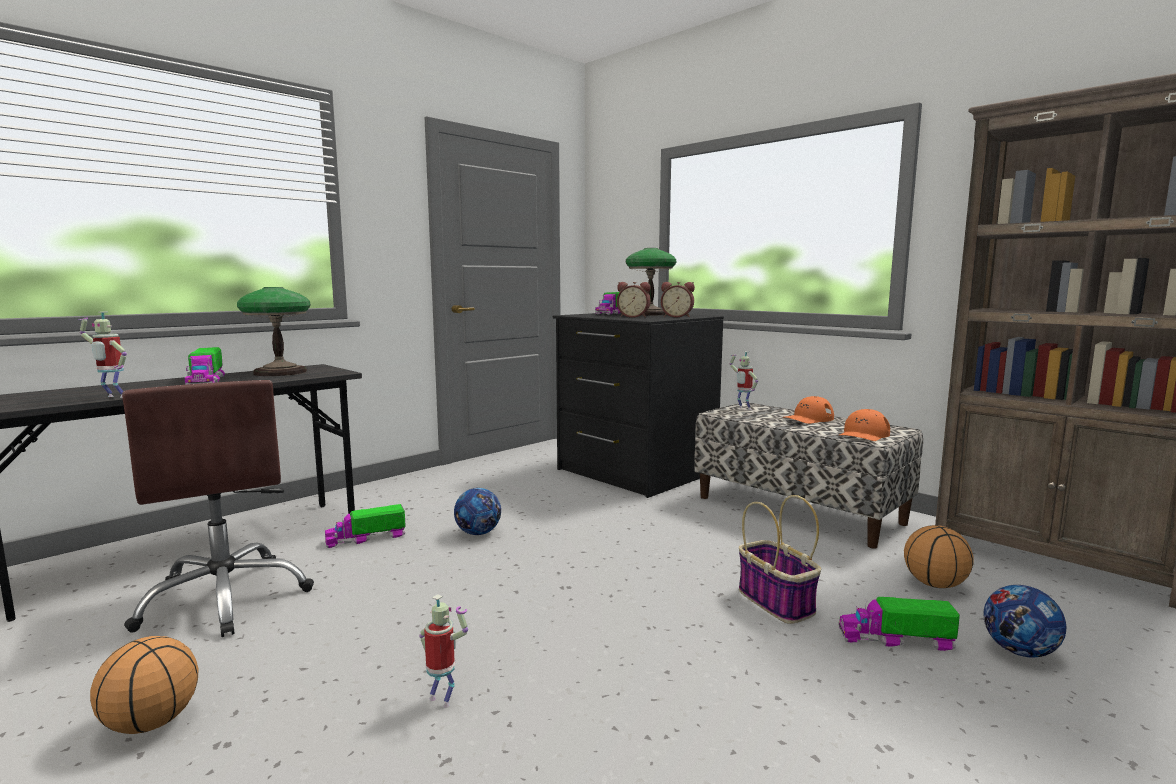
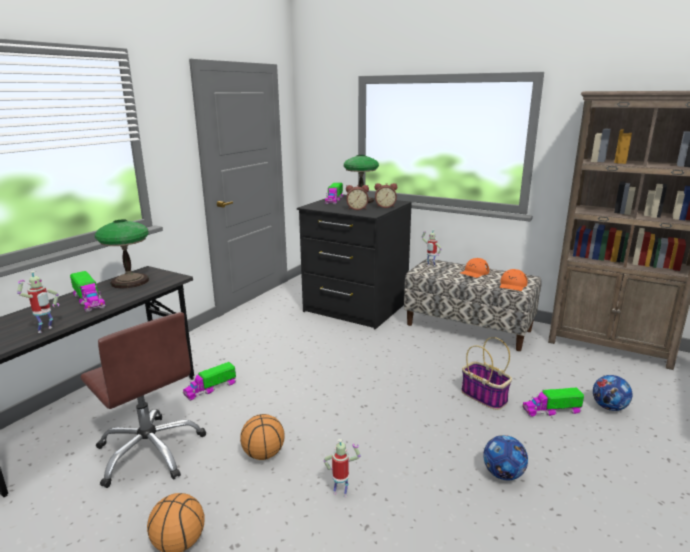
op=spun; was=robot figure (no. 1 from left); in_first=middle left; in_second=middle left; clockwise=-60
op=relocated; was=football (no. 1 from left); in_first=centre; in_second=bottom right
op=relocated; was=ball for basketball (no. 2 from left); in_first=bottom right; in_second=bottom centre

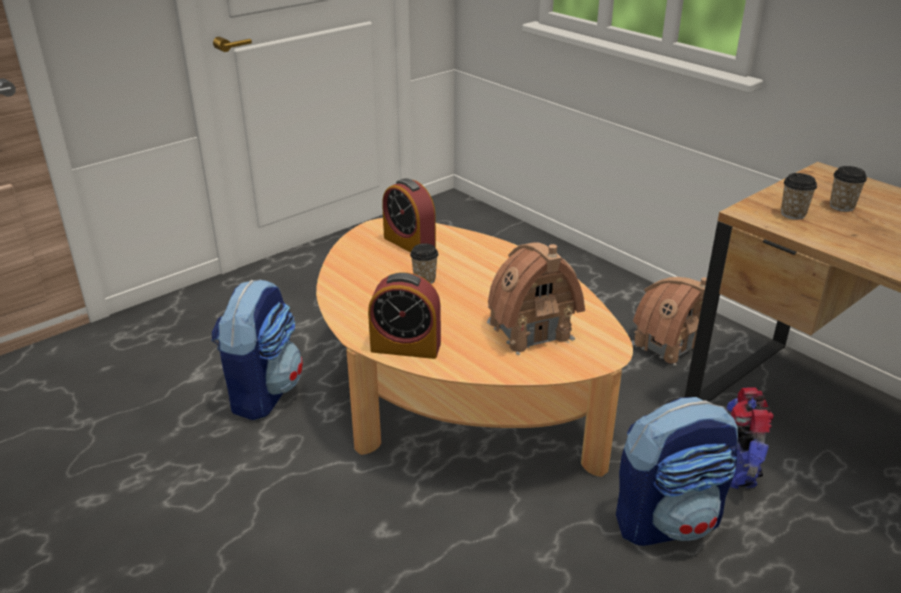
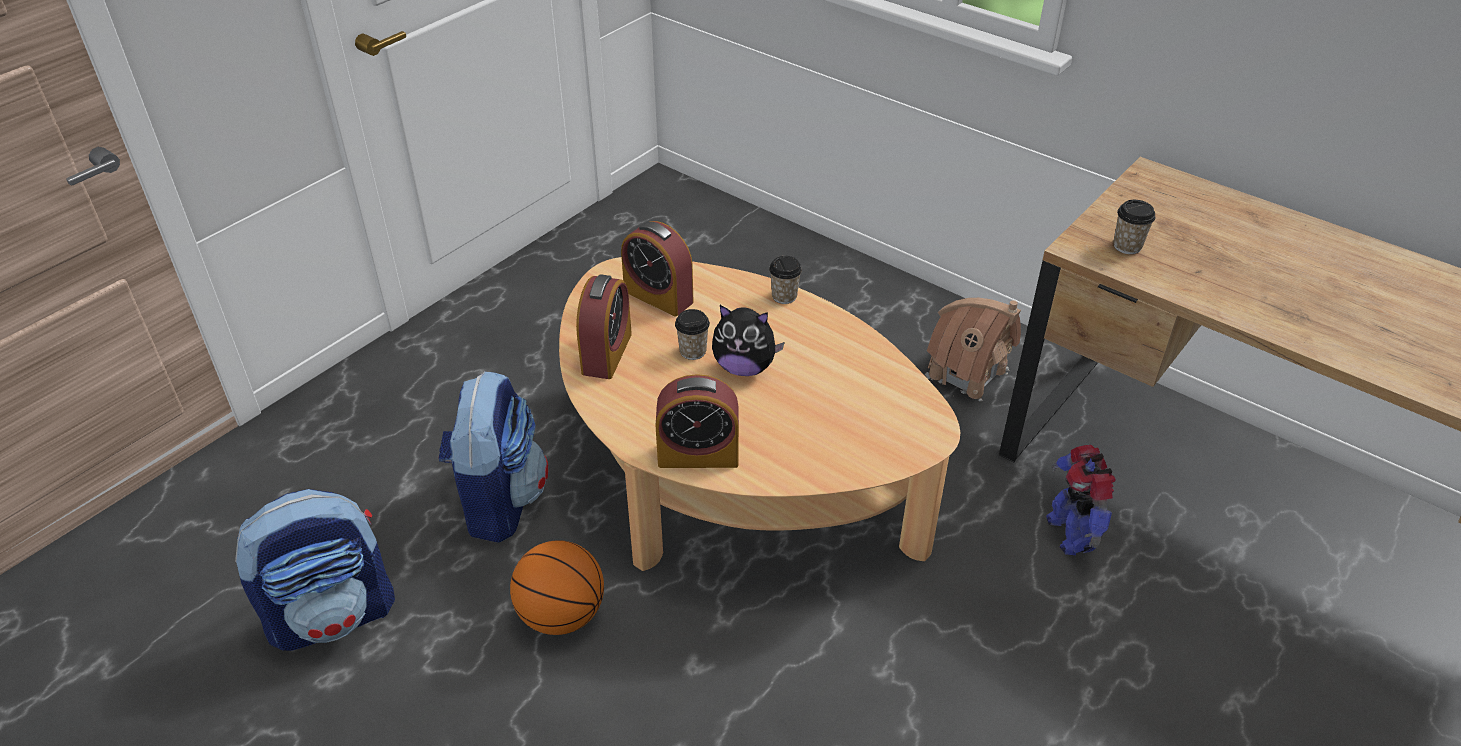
op=relocated; was=small cup (no. 3 from left in the first image); now=small cup (no. 2 from left); in_first=top right; in_second=centre
op=missing; was=miniature house (no. 1 from left); in_first=centre
op=relocated; was=backpack (no. 2 from left in the first image); now=backpack (no. 1 from left); in_first=bottom right; in_second=bottom left
op=appeared; now=bedside clock (no. 1 from left); in_second=centre
op=appeared; now=plush toy; in_second=centre
op=appeared; now=ball for basketball; in_second=bottom centre

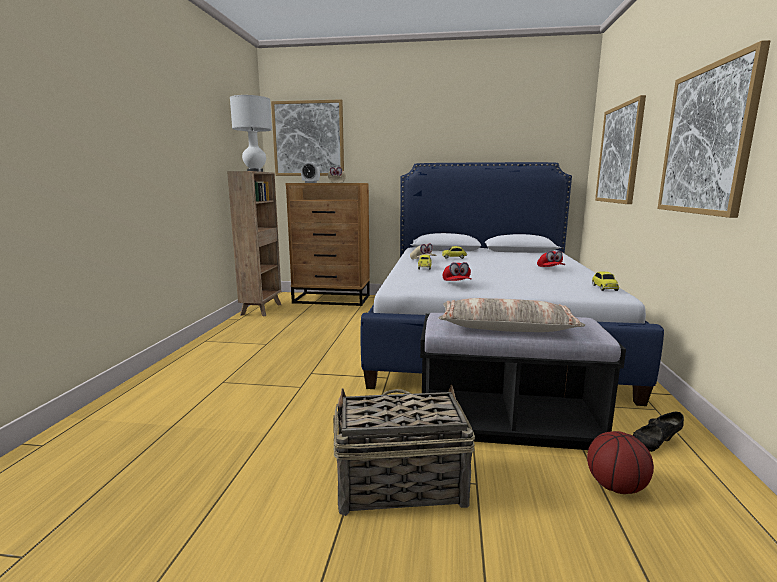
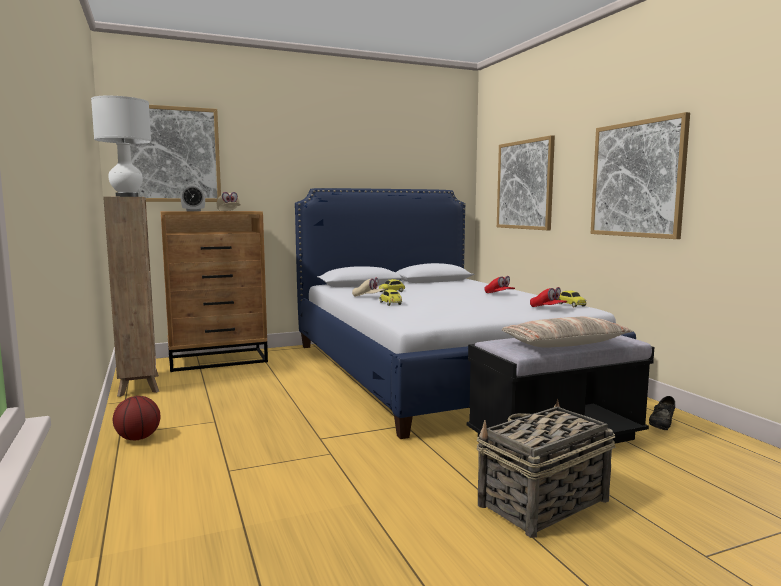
op=relocated; was=red peaked cap (no. 1 from left in the first image); now=red peaked cap (no. 2 from left); in_first=centre; in_second=middle right
op=relocated; was=ball for basketball; in_first=bottom right; in_second=bottom left

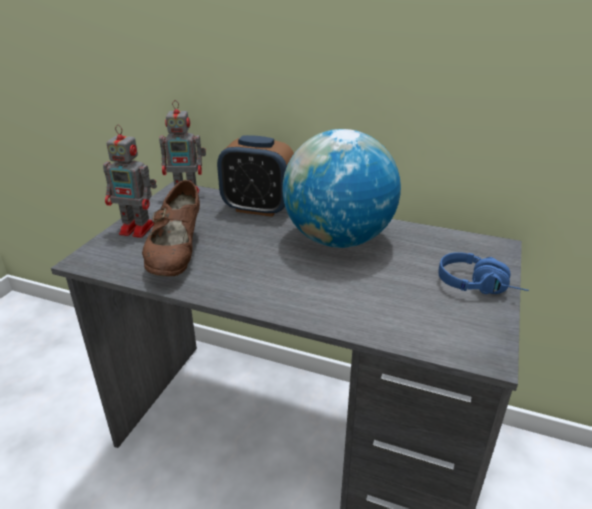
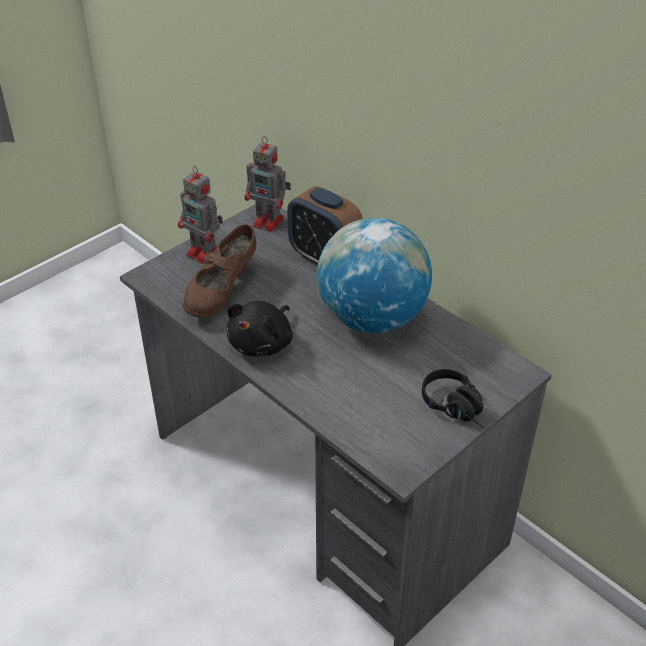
op=colour; was=blue-coloured pair of headphones; now=black-coloured pair of headphones; in_first=middle right; in_second=middle right
op=appeared; now=black-coloured plush toy; in_second=centre

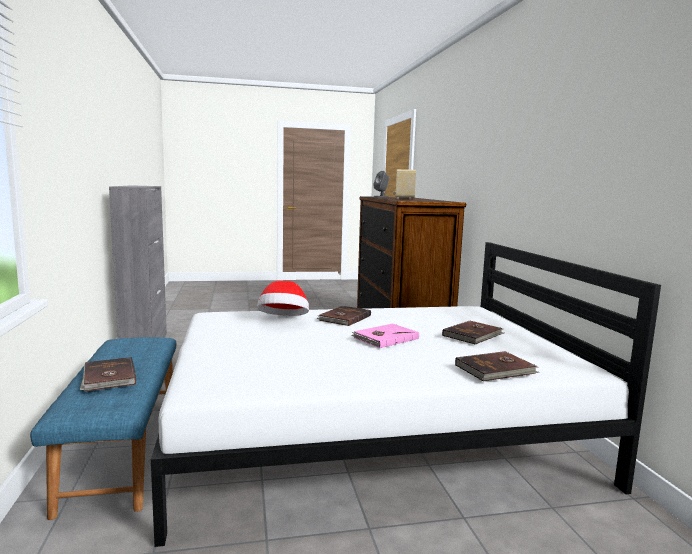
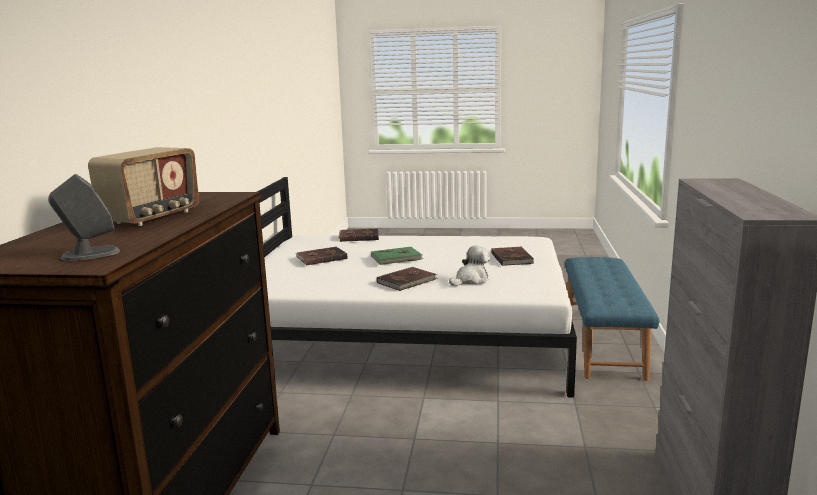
op=exchanged; was=clothing hat; now=plush toy; in_first=centre; in_second=centre
op=colour; was=pink volume; now=greenish volume; in_first=centre; in_second=centre
op=relocated; was=brown volume (no. 1 from left in the first image); now=brown volume (no. 4 from left); in_first=bottom left; in_second=centre

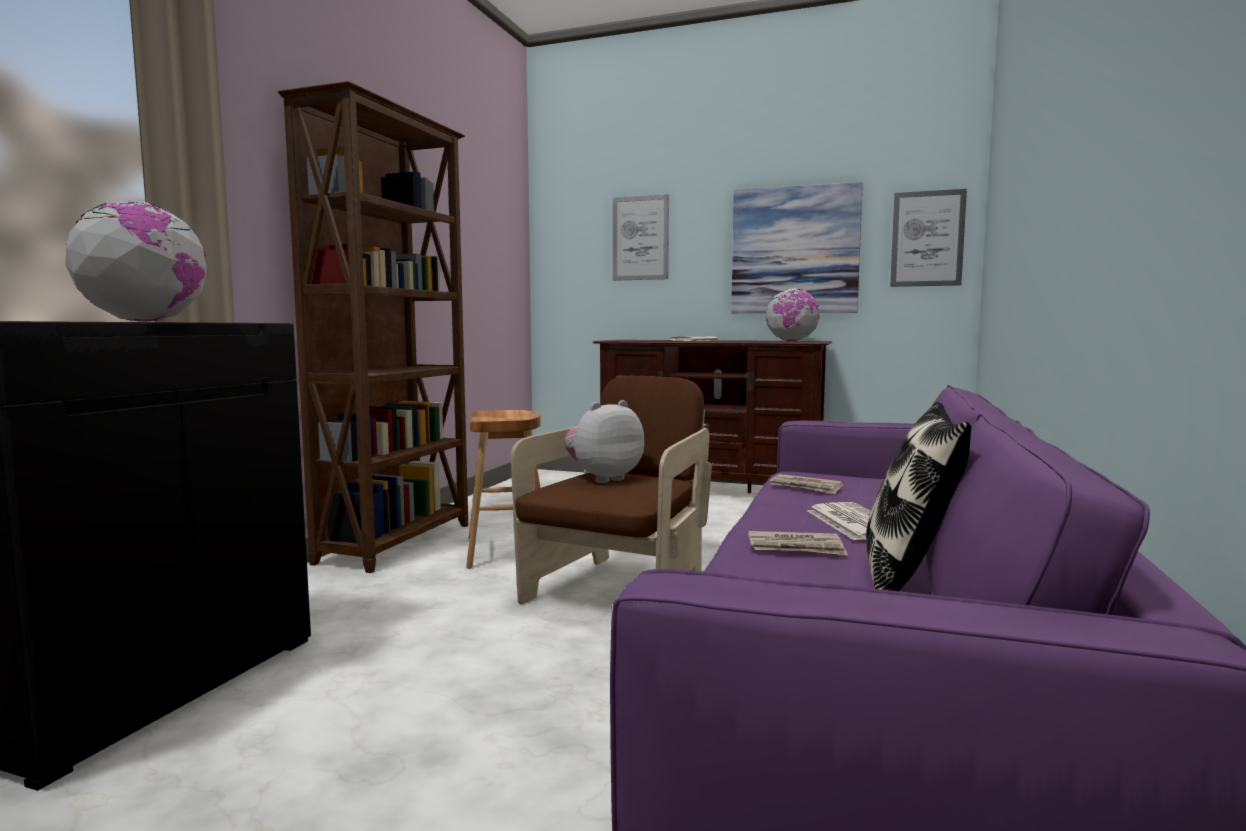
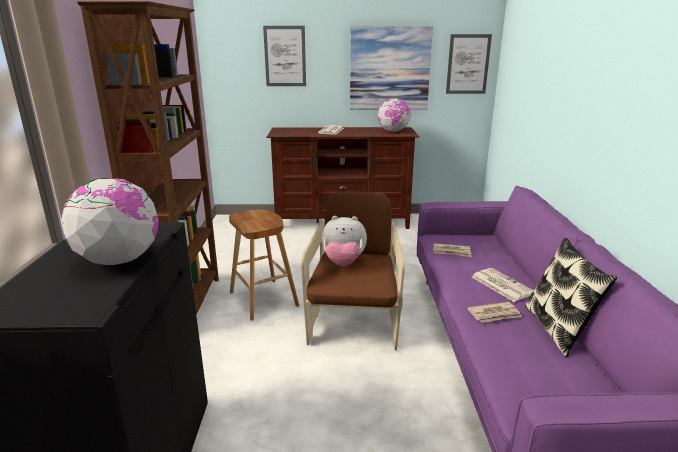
op=spun; was=plush toy; in_first=centre; in_second=centre; clockwise=-120

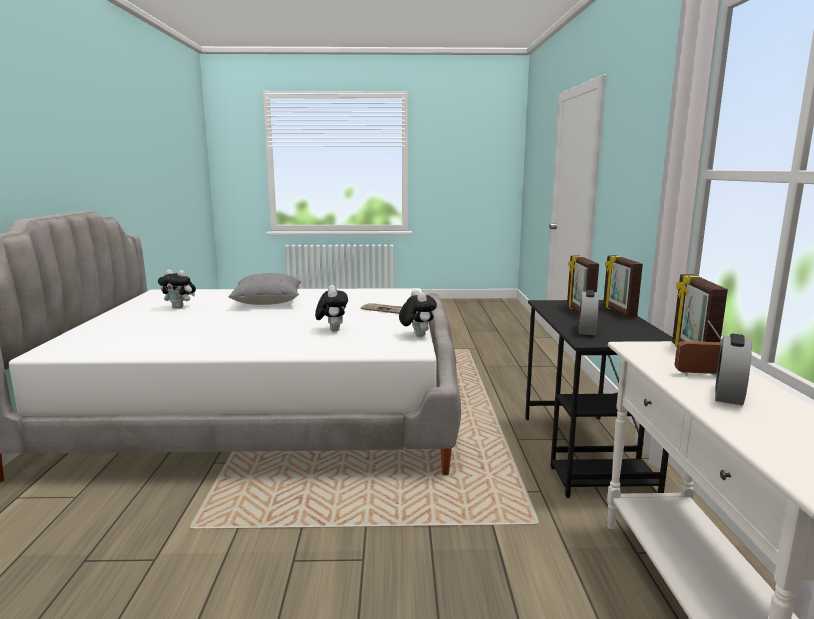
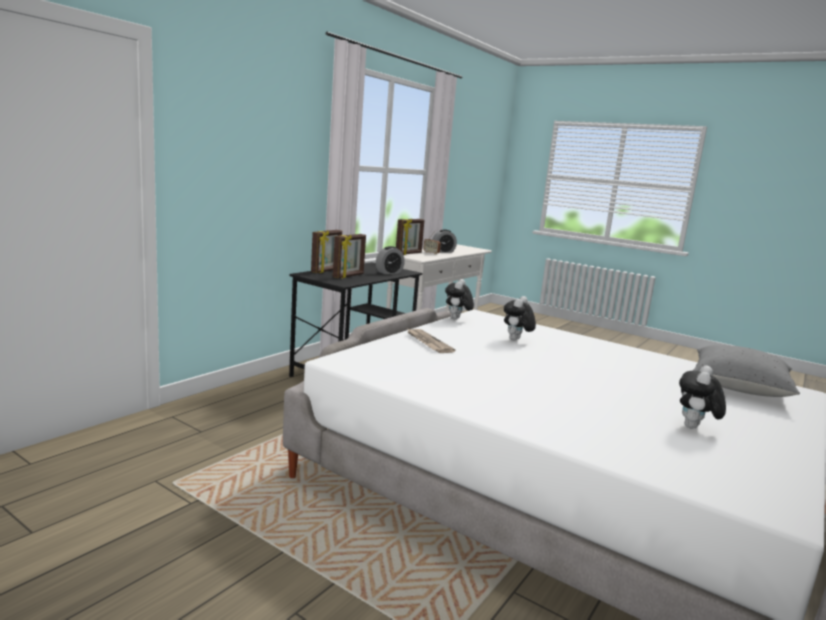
op=spun; was=plush toy (no. 1 from left in the first image); in_first=middle left; in_second=middle right; clockwise=-105
op=relocated; was=grey throw pillow; in_first=middle left; in_second=middle right

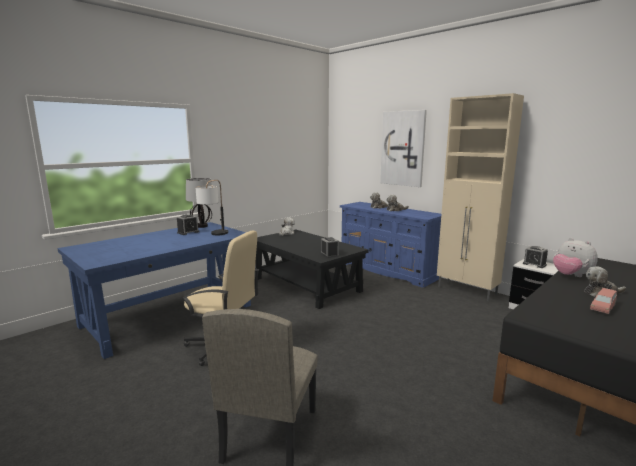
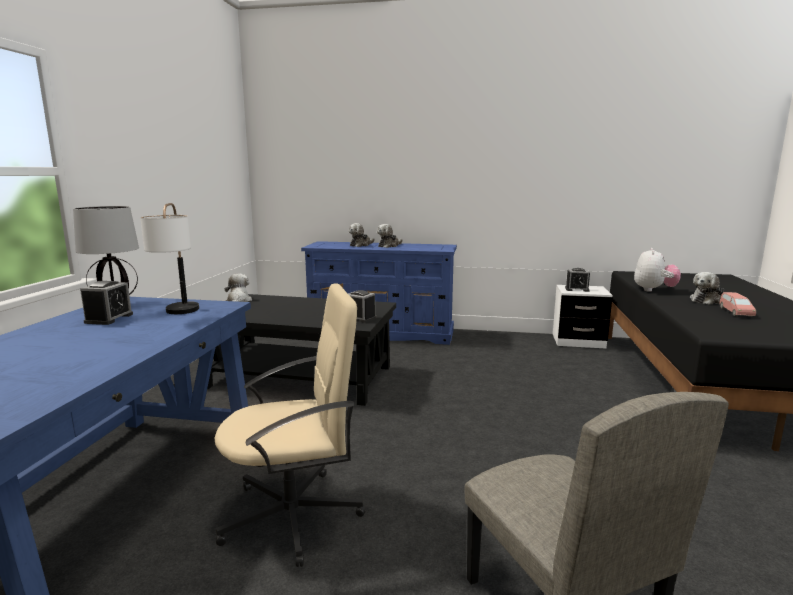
op=missing; was=beige storage cabinet; in_first=middle right
op=missing; was=picture; in_first=top centre
op=spun; was=plush toy (no. 4 from left); in_first=middle right; in_second=middle right; clockwise=-90

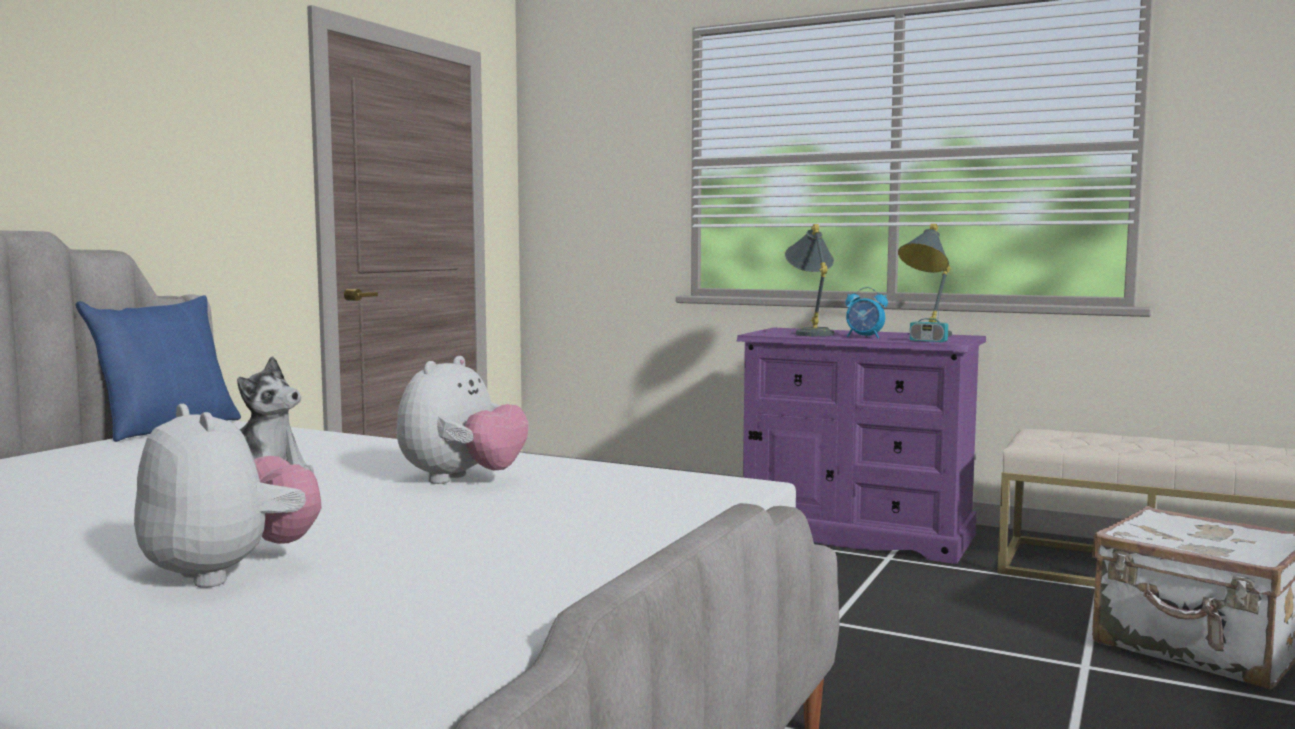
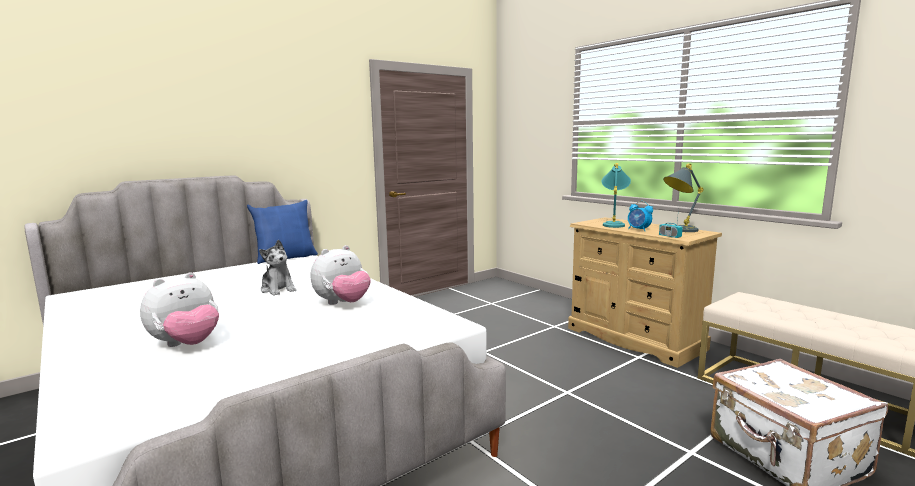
op=colour; was=grey tabletop lamp (no. 1 from left); now=blue-green tabletop lamp; in_first=centre; in_second=middle right
op=colour; was=purple-coloured dresser; now=beige dresser; in_first=centre; in_second=middle right
op=spun; was=plush toy (no. 1 from left); in_first=bottom left; in_second=middle left; clockwise=60

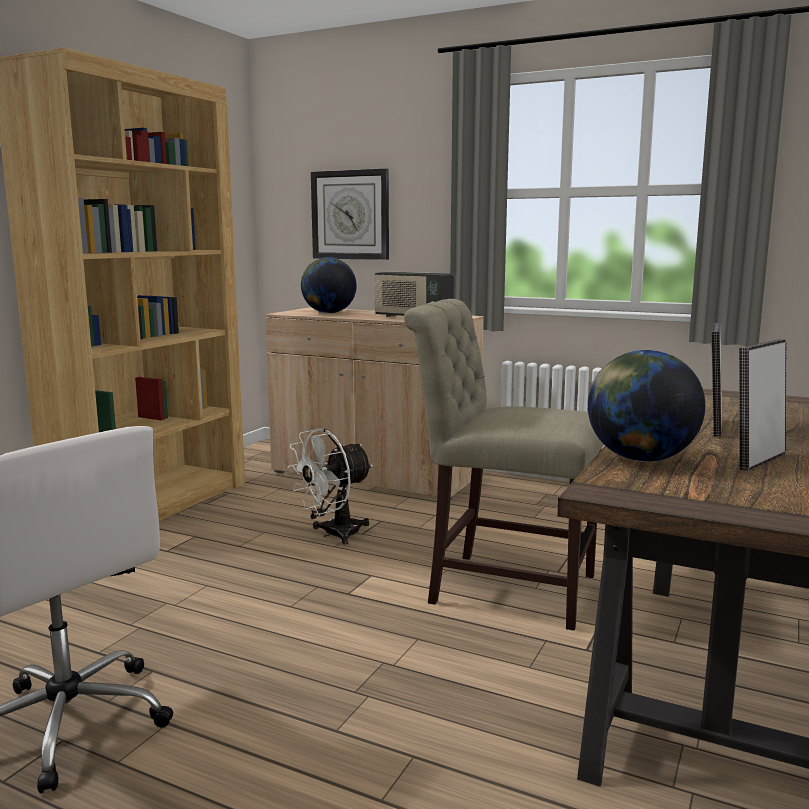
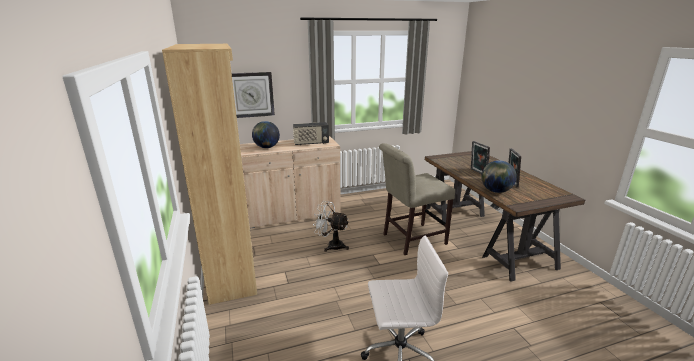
op=spun; was=white fan; in_first=centre; in_second=centre; clockwise=105

